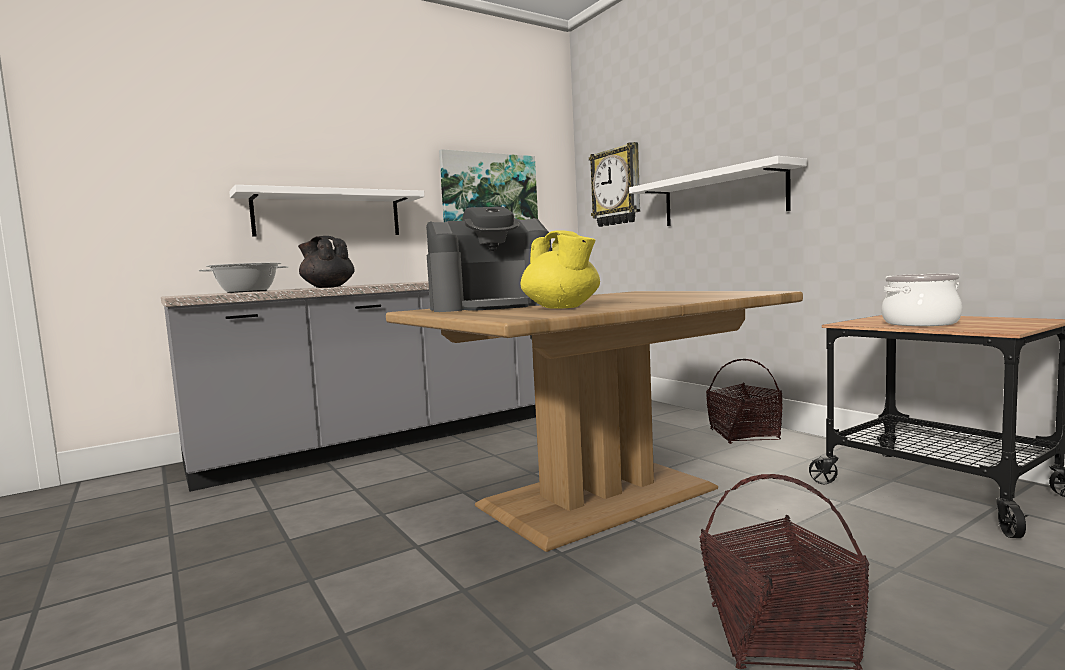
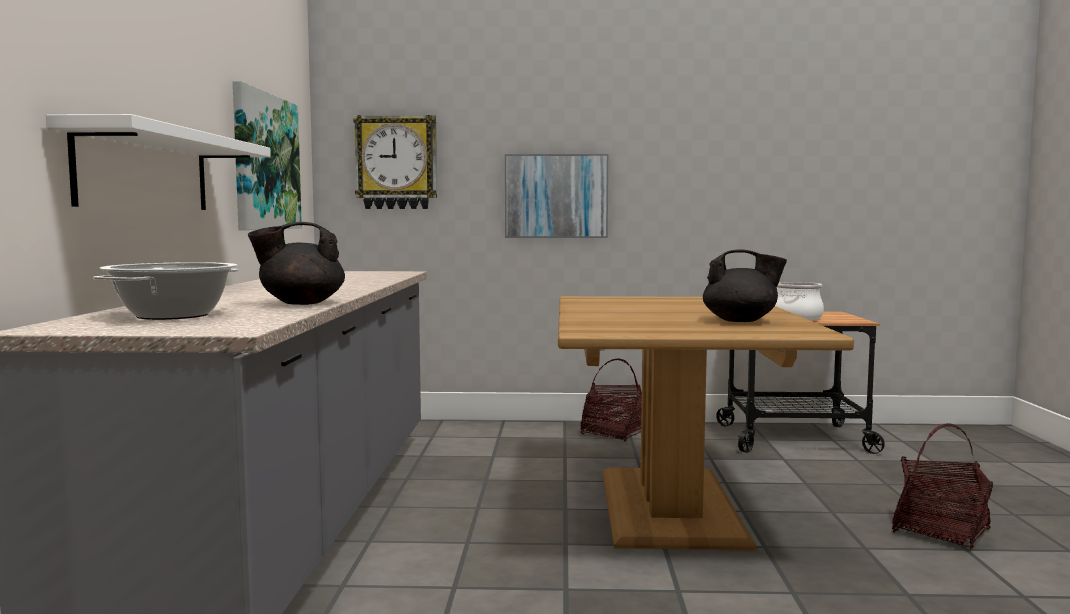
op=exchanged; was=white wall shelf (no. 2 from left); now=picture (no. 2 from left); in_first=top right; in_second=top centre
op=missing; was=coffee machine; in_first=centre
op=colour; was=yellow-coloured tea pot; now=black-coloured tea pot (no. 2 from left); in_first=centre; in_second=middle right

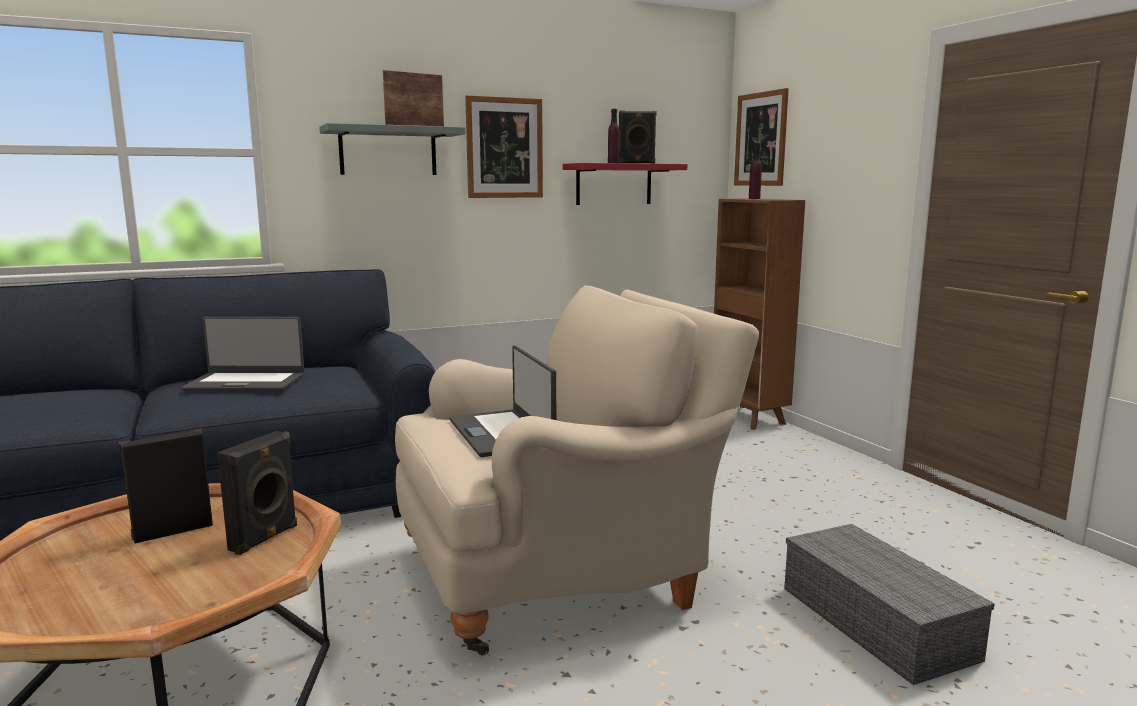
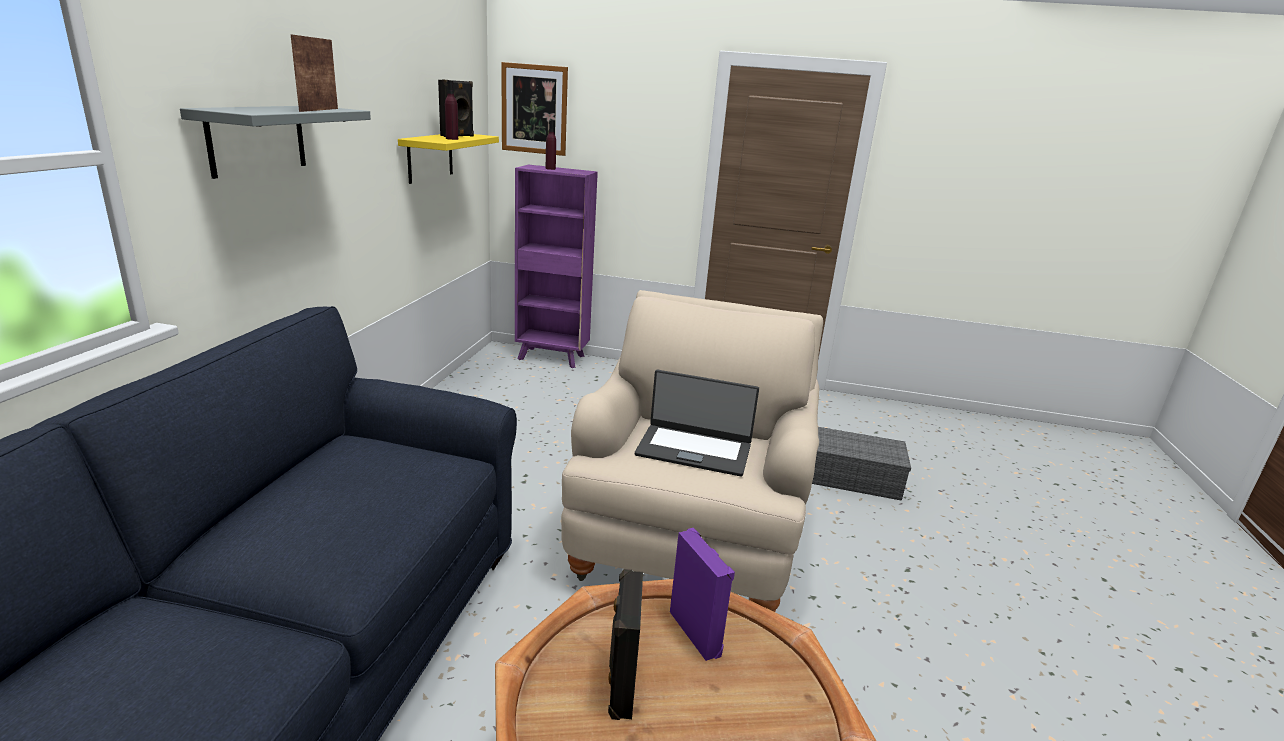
op=missing; was=picture (no. 1 from left); in_first=top centre
op=colour; was=red wall shelf; now=yellow-coloured wall shelf; in_first=top centre; in_second=top centre
op=colour; was=brown shelving unit; now=purple-coloured shelving unit; in_first=middle right; in_second=centre
op=missing; was=notebook computer (no. 1 from left); in_first=middle left
op=colour; was=black-coloured loudspeaker (no. 2 from left); now=purple-coloured loudspeaker; in_first=bottom left; in_second=bottom centre

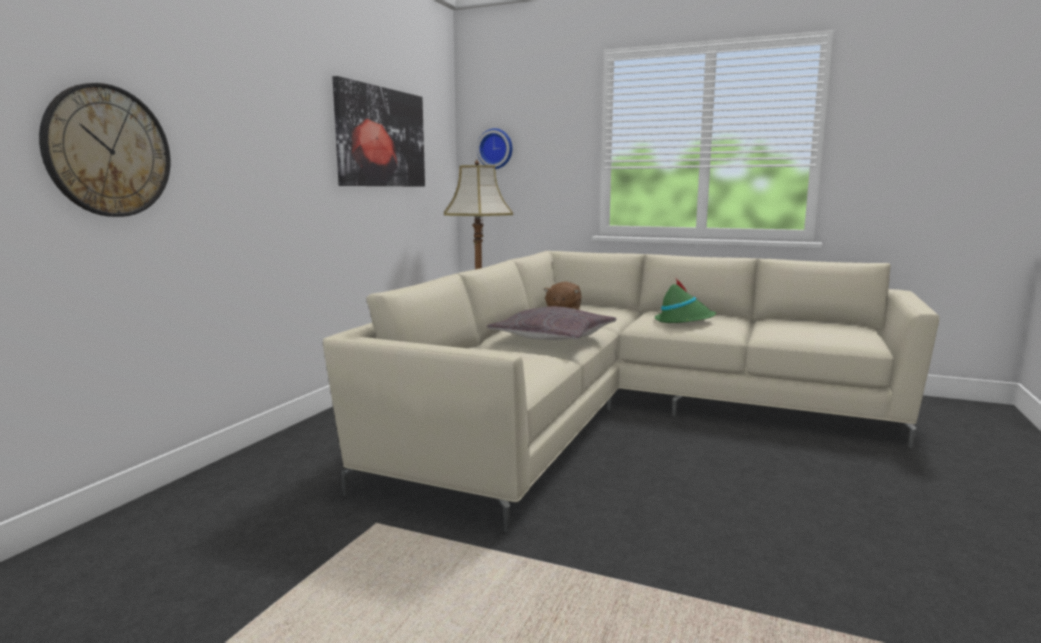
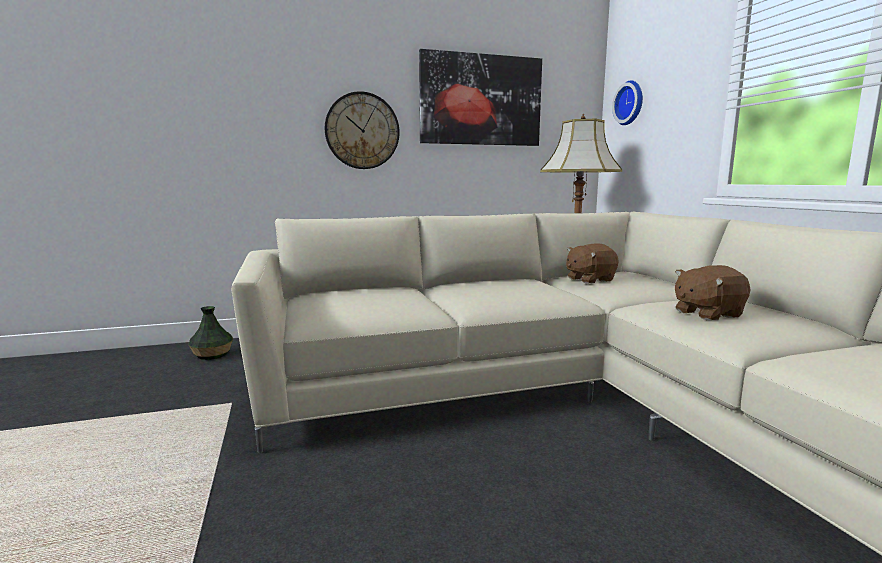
op=relocated; was=clock on the wall (no. 1 from left); in_first=top left; in_second=top centre
op=exchanged; was=greenish clothing hat; now=brown plush toy (no. 2 from left); in_first=centre; in_second=middle right
op=missing; was=grey throw pillow; in_first=centre
op=appeared; now=decorative vase; in_second=middle left

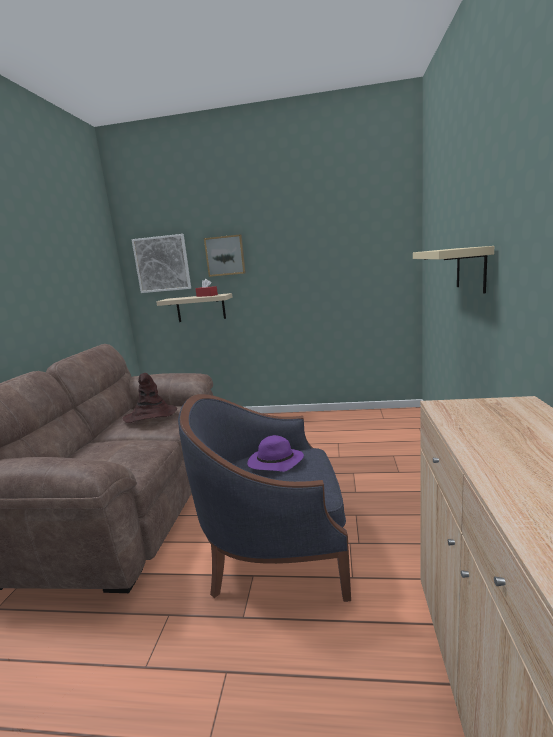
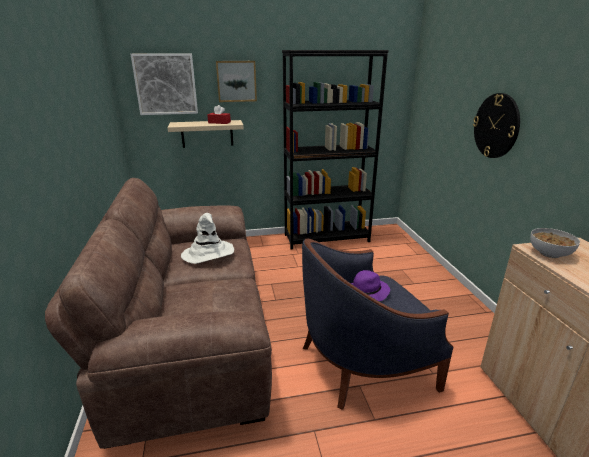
op=exchanged; was=beige wall shelf (no. 2 from left); now=clock on the wall; in_first=middle right; in_second=top right
op=colour; was=brown clothing hat; now=white clothing hat; in_first=middle left; in_second=centre
op=appeared; now=black-coloured shelving unit; in_second=top centre
op=appeared; now=deep dish; in_second=middle right

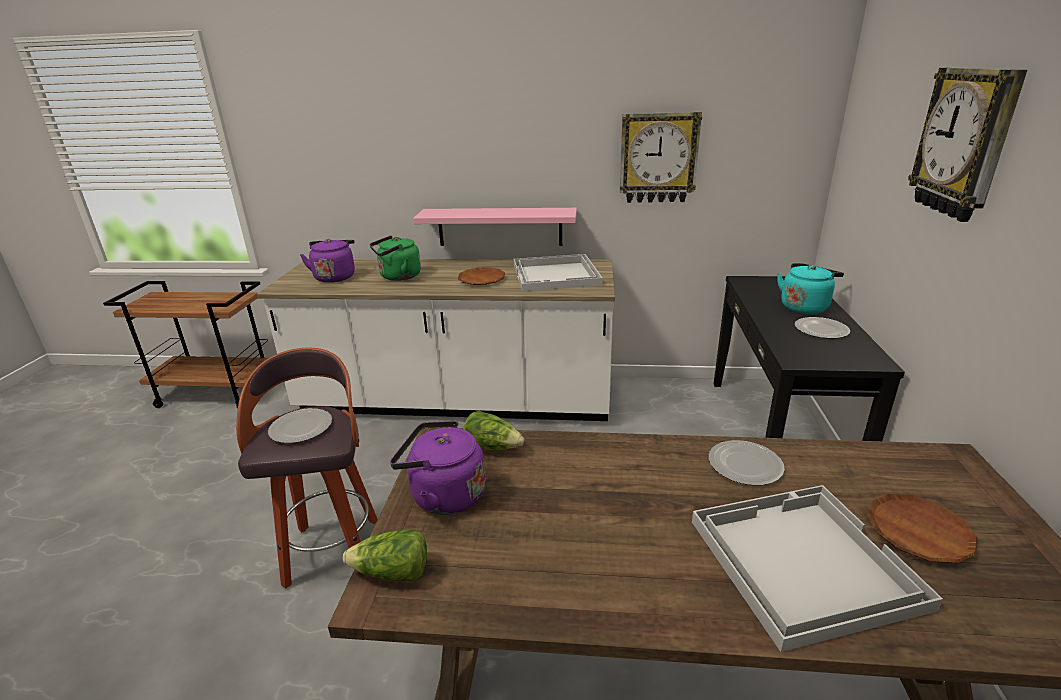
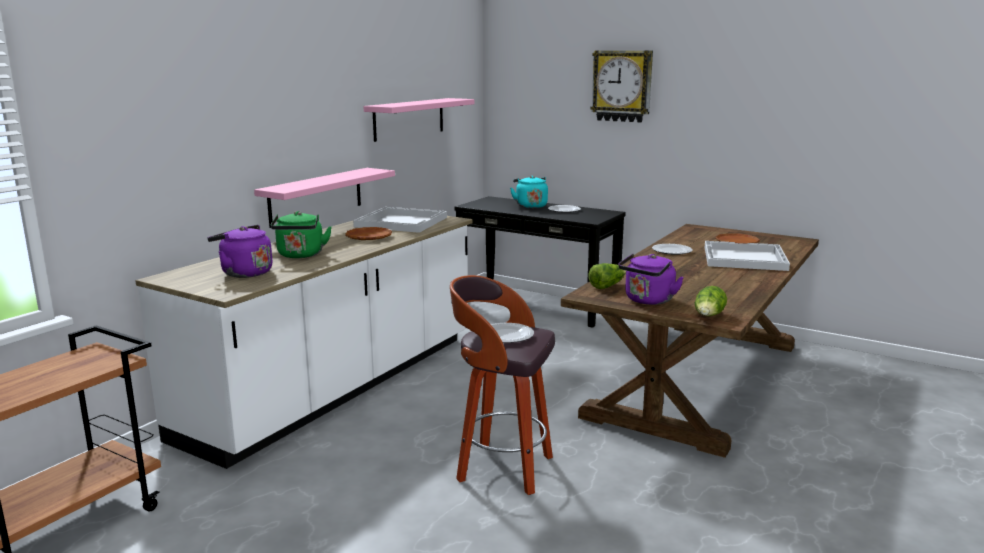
op=exchanged; was=clock on the wall (no. 1 from left); now=pink wall shelf (no. 2 from left); in_first=top centre; in_second=top centre

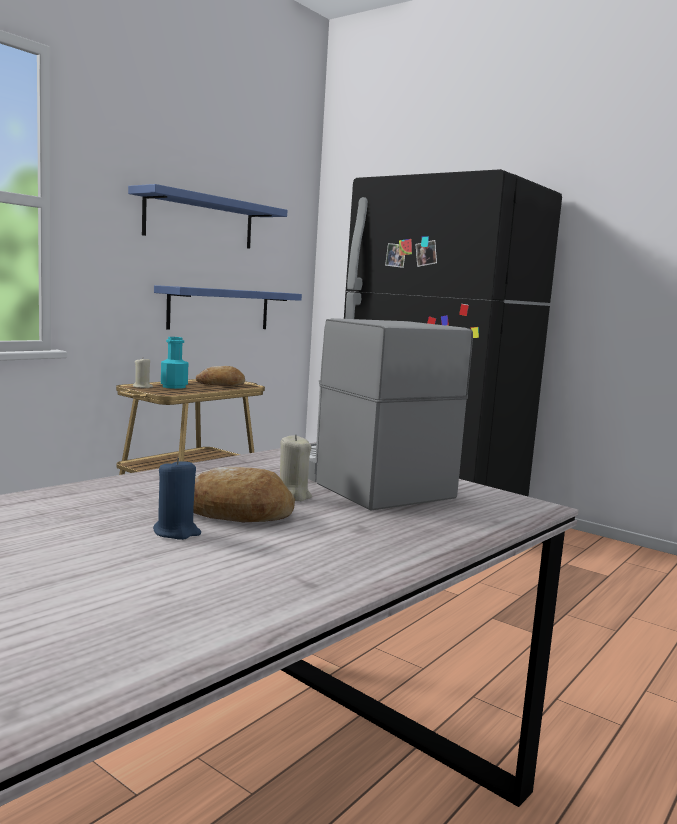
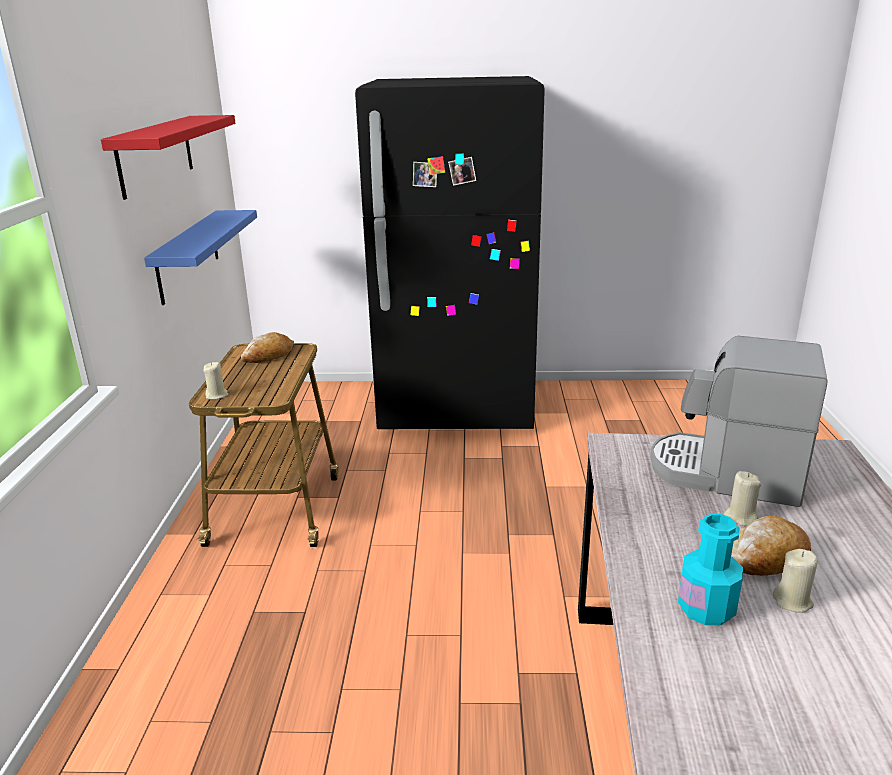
op=colour; was=blue-coloured wall shelf (no. 1 from left); now=red wall shelf; in_first=top left; in_second=top left
op=relocated; was=blue-green drink bottle; in_first=middle left; in_second=bottom right
op=colour; was=blue-coloured wax light; now=beige wax light (no. 3 from left); in_first=middle left; in_second=bottom right

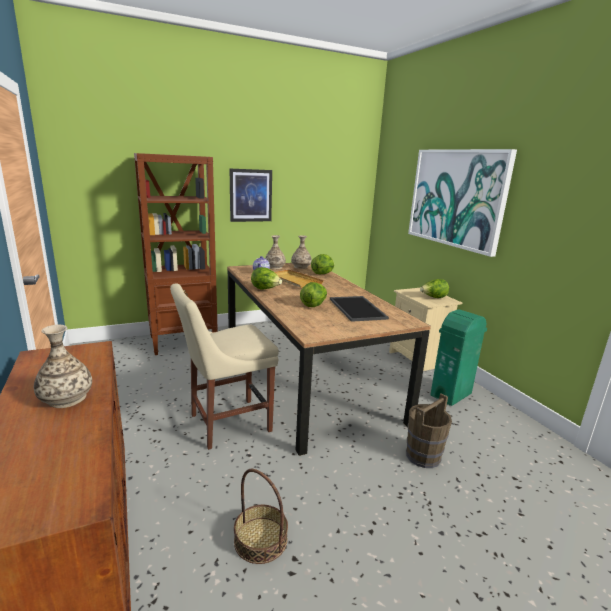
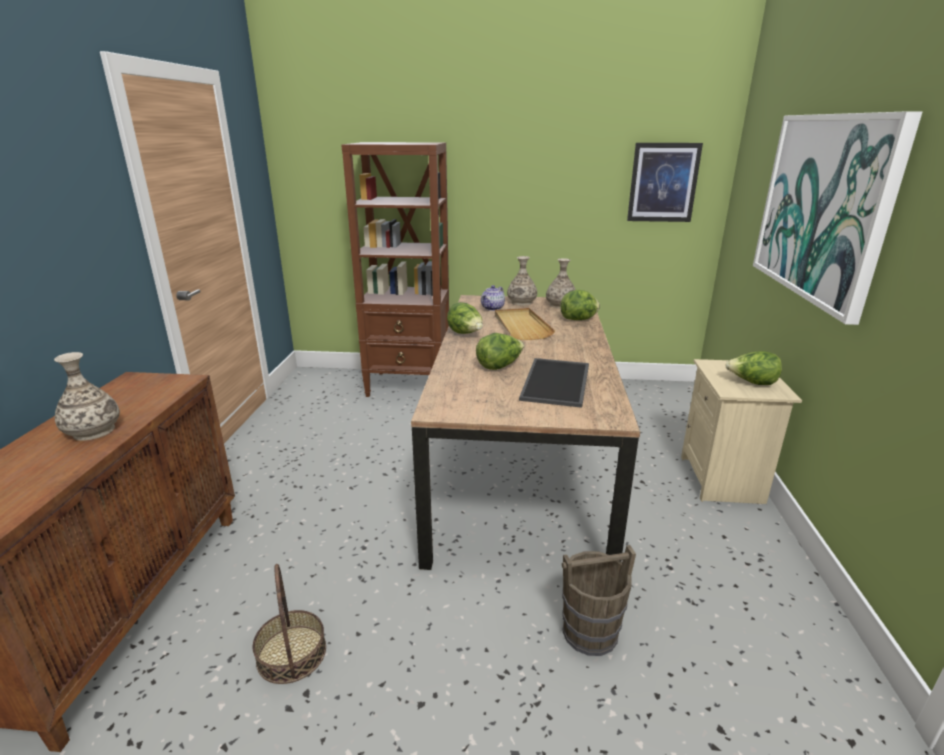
op=relocated; was=picture (no. 1 from left); in_first=top centre; in_second=top right
op=missing; was=beige plain chair; in_first=centre
op=missing; was=greenish waste bin; in_first=middle right

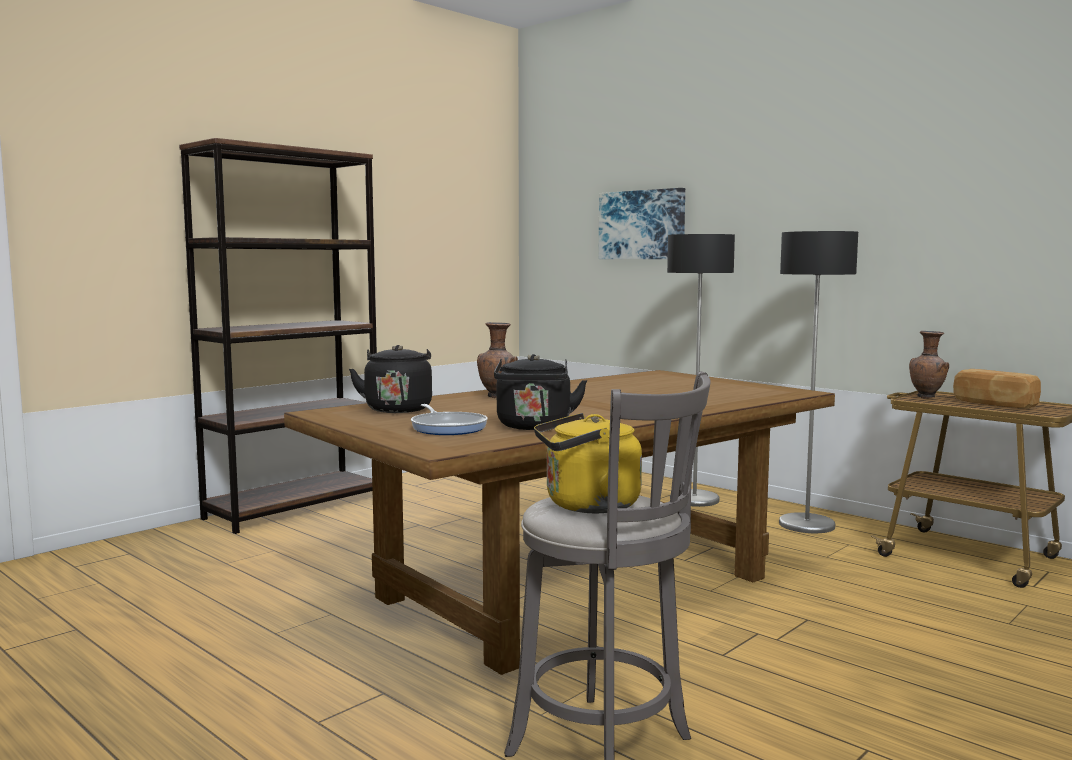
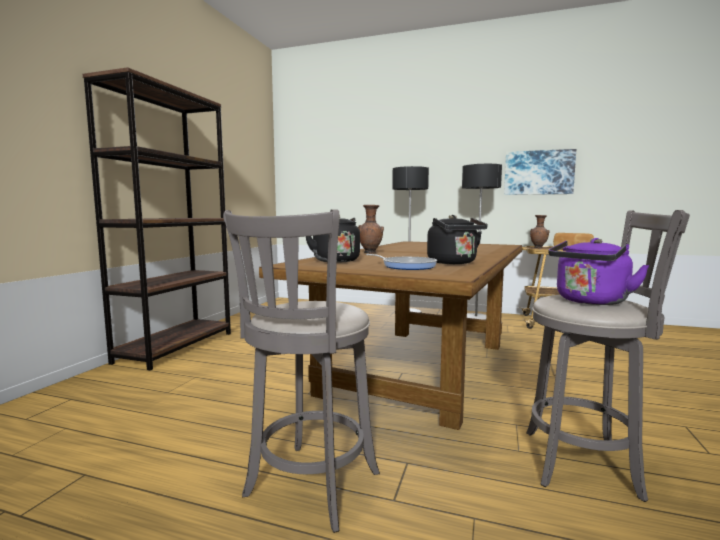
op=relocated; was=picture; in_first=top centre; in_second=top right
op=colour; was=yellow-coloured kettle; now=purple-coloured kettle; in_first=centre; in_second=middle right
op=appeared; now=grey stool (no. 1 from left); in_second=bottom centre

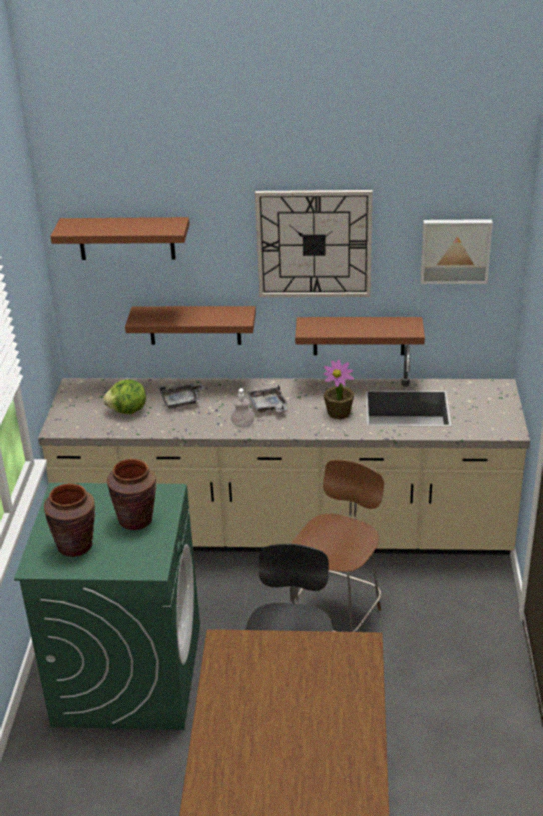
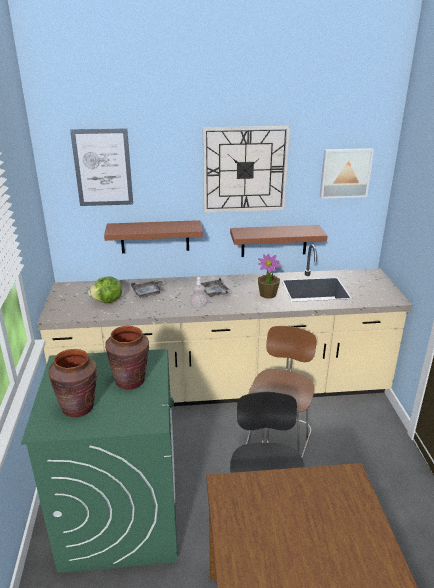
op=exchanged; was=brown wall shelf (no. 1 from left); now=picture (no. 1 from left); in_first=top left; in_second=top left

